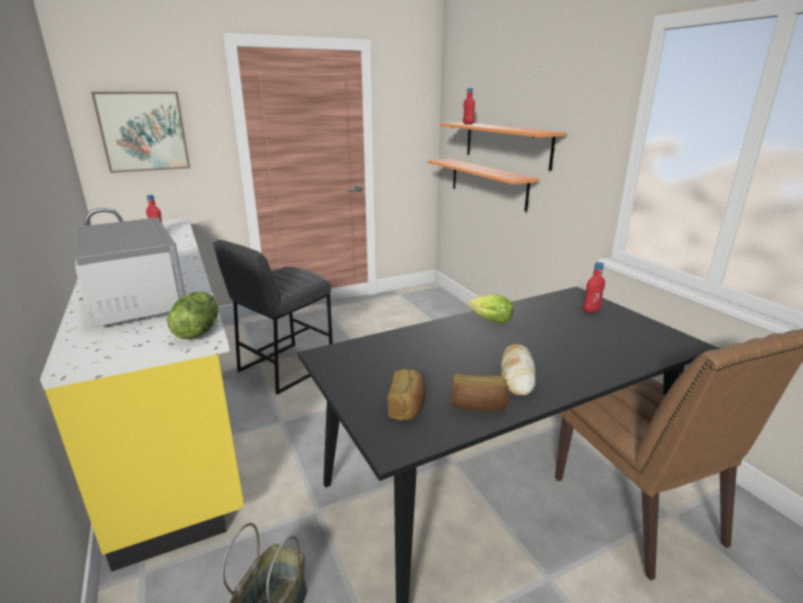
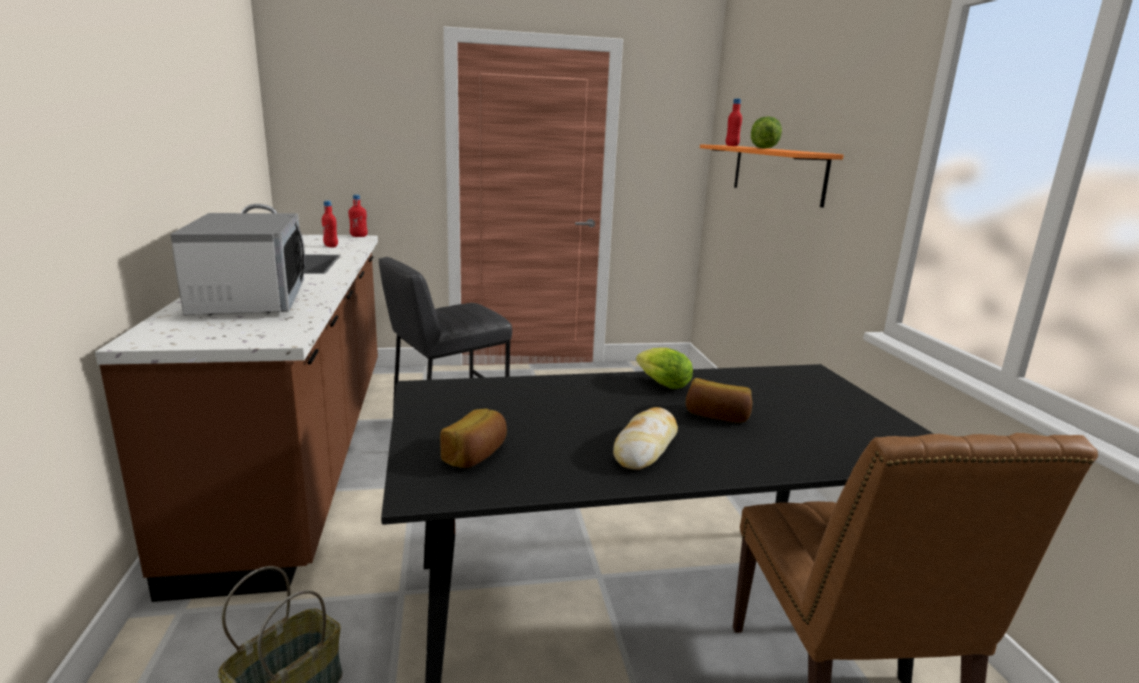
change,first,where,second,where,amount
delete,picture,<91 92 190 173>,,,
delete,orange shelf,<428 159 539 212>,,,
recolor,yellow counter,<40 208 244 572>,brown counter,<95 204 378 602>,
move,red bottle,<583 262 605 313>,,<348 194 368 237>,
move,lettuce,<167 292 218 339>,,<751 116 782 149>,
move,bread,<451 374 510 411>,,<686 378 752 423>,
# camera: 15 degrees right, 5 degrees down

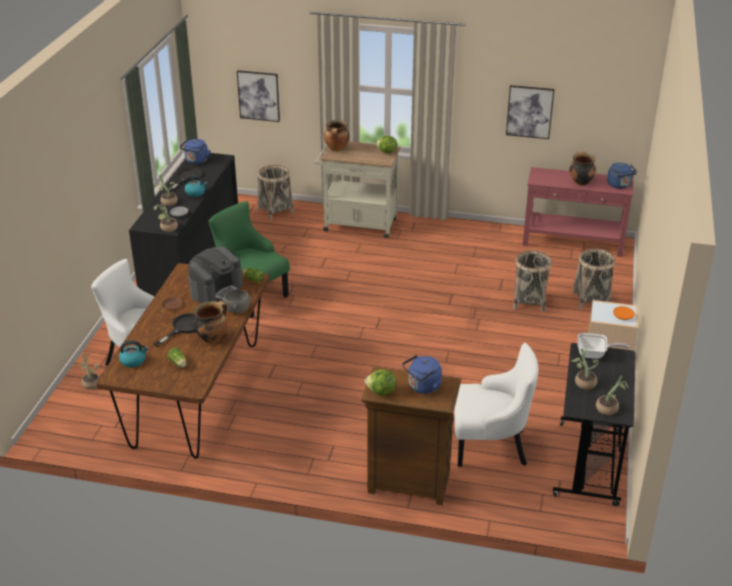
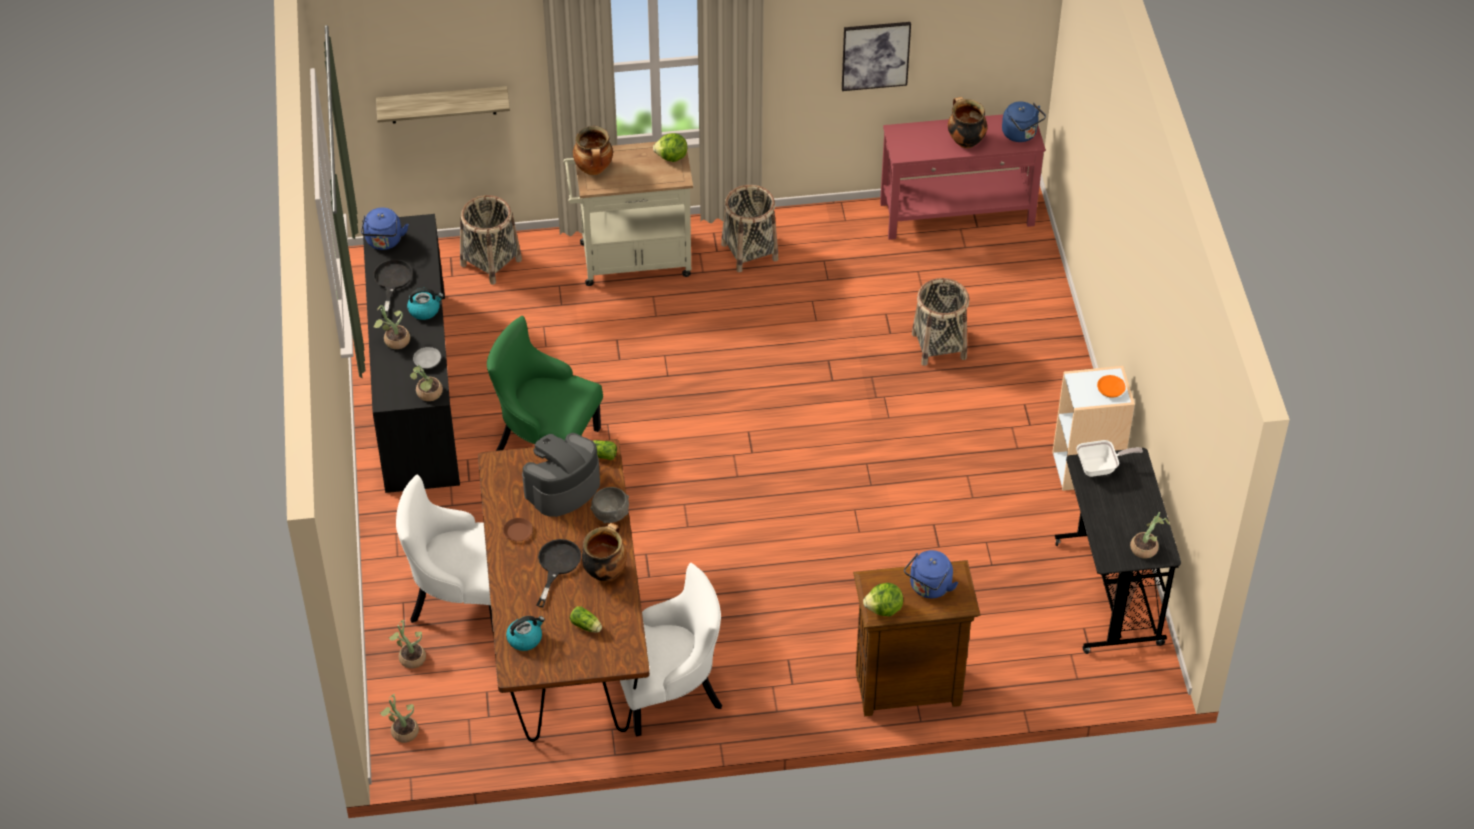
change,first,where,second,where,amount
replace,picture,<237 70 280 122>,shelf,<376 86 510 124>,
rotate,coffee machine,<188 246 243 303>,,<522 433 600 517>,150 degrees counterclockwise
move,basket,<573 248 615 309>,,<721 185 778 272>,
move,white chair,<454 343 538 467>,,<620 563 722 737>,
move,potted plant,<571 346 599 390>,,<380 694 419 743>,
# camera: 20 degrees left, 15 degrees up

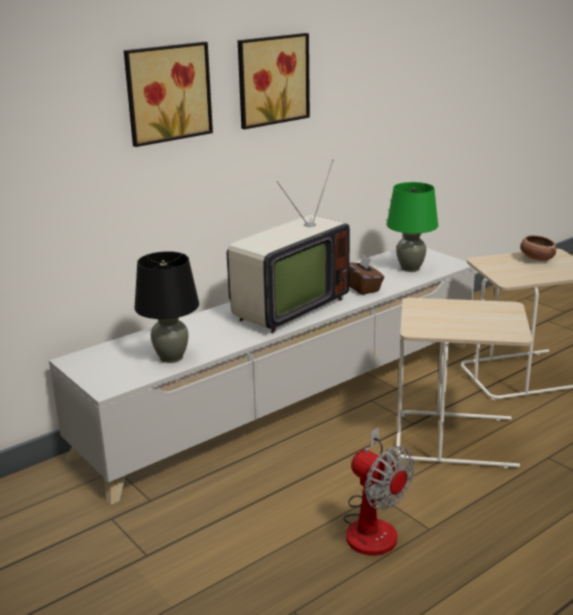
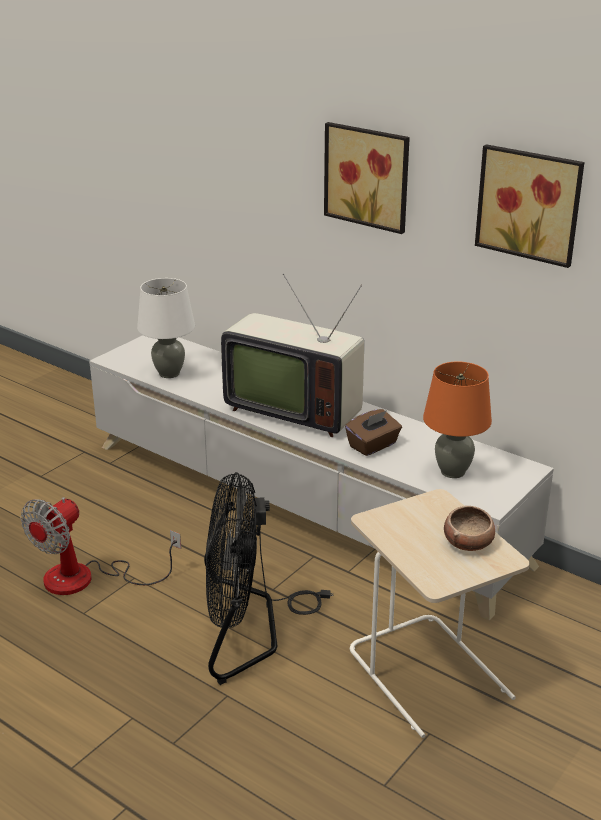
change,first,where,second,where,amount
move,picture,<124 42 213 147>,,<475 144 584 268>,
recolor,green table lamp,<387 182 438 272>,orange table lamp,<423 361 492 478>,
recolor,black table lamp,<134 251 199 363>,white table lamp,<137 278 195 378>,
replace,beige side table,<396 298 533 468>,black fan,<204 472 334 685>,
# camera: 75 degrees right, 5 degrees up

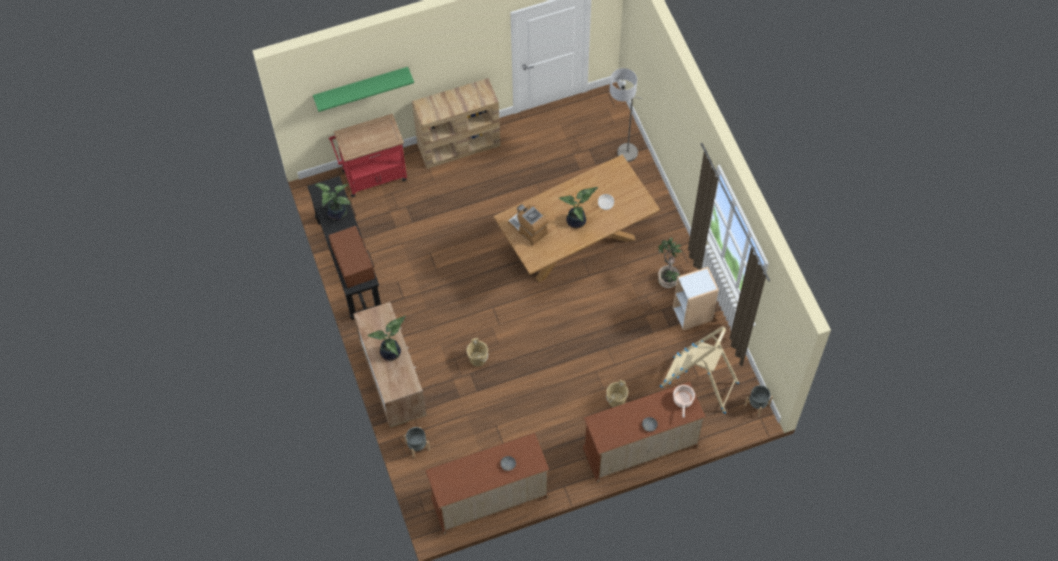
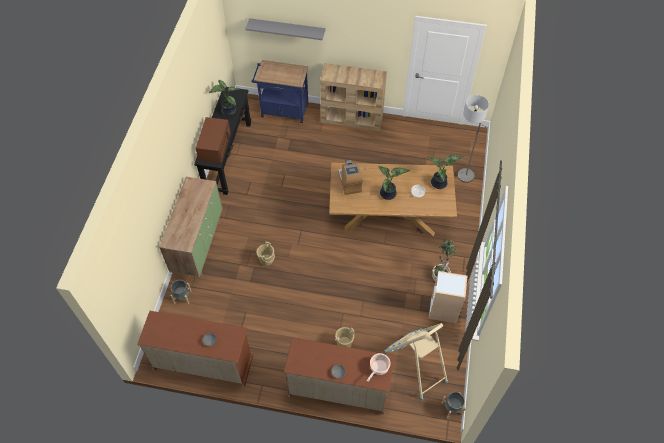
change,first,where,second,where,amount
recolor,green shelf,<313 67 414 112>,grey shelf,<245 18 325 40>,
recolor,red cart,<329 114 407 197>,blue cart,<251 60 308 123>,
move,potted plant,<368 316 406 361>,,<429 155 464 189>,
# camera: 30 degrees right, 5 degrees down

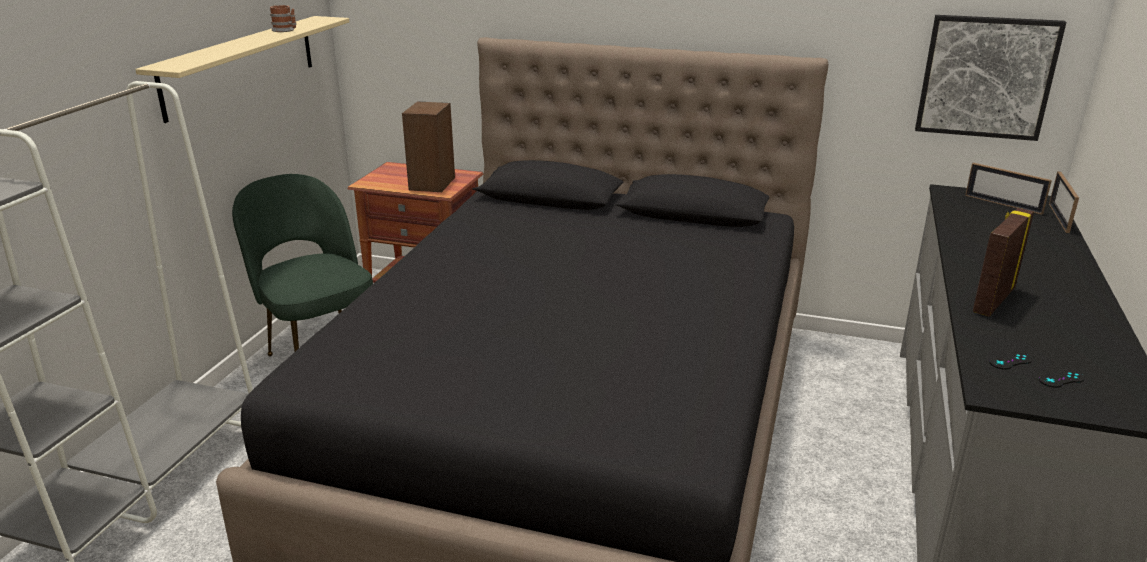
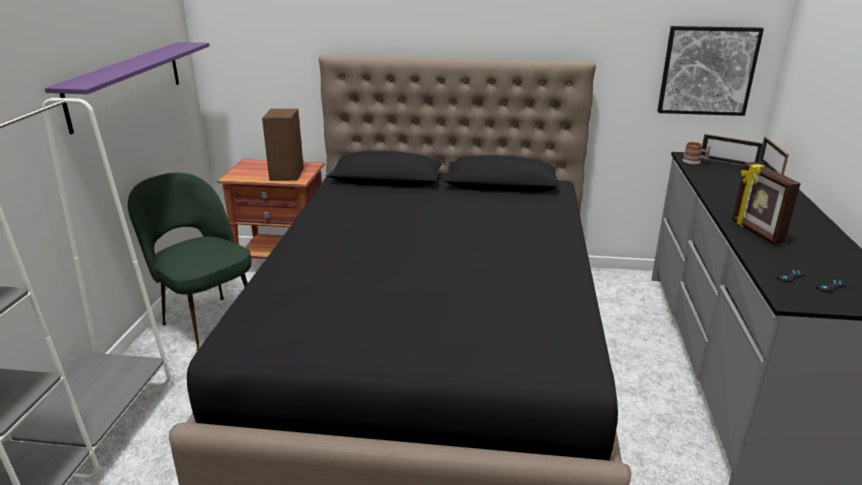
change,first,where,second,where,amount
move,mug,<270 5 297 32>,,<682 142 711 164>,
recolor,beige shelf,<135 16 350 123>,purple shelf,<45 42 209 134>,
rotate,picture frame,<973 208 1034 317>,,<732 162 801 245>,45 degrees counterclockwise
# camera: 10 degrees left, 0 degrees up

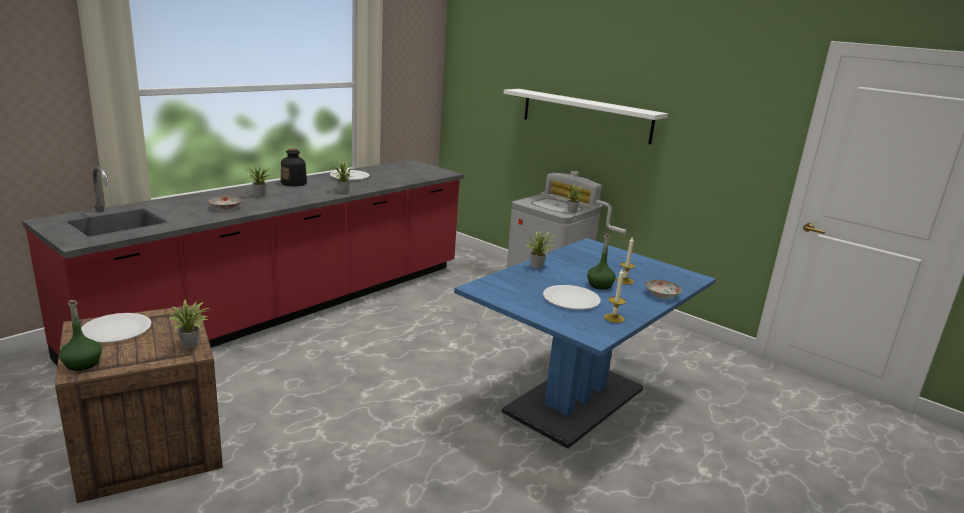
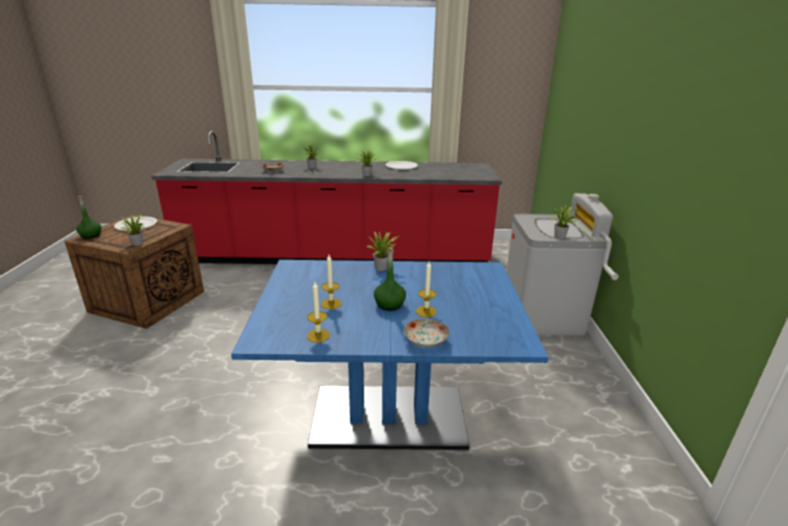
change,first,where,second,where,amount
delete,white shelf,<504 89 668 144>,,,
delete,bottle,<281 148 307 186>,,,
replace,white plate,<543 285 600 310>,candle,<321 255 342 309>,
# camera: 50 degrees right, 5 degrees up

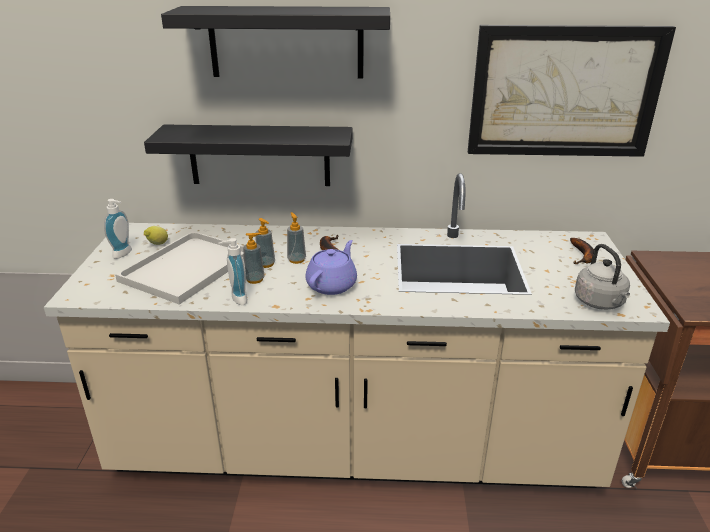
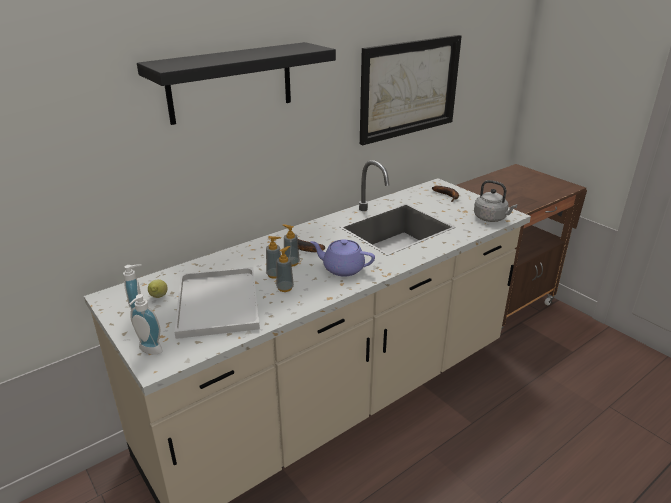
change,first,where,second,where,amount
delete,black shelf,<144 125 353 186>,,,
move,soap dispenser,<219 238 247 305>,,<129 294 163 354>,
rotate,purple teapot,<306 240 357 295>,,<310 239 375 277>,60 degrees counterclockwise
# camera: 40 degrees left, 0 degrees up

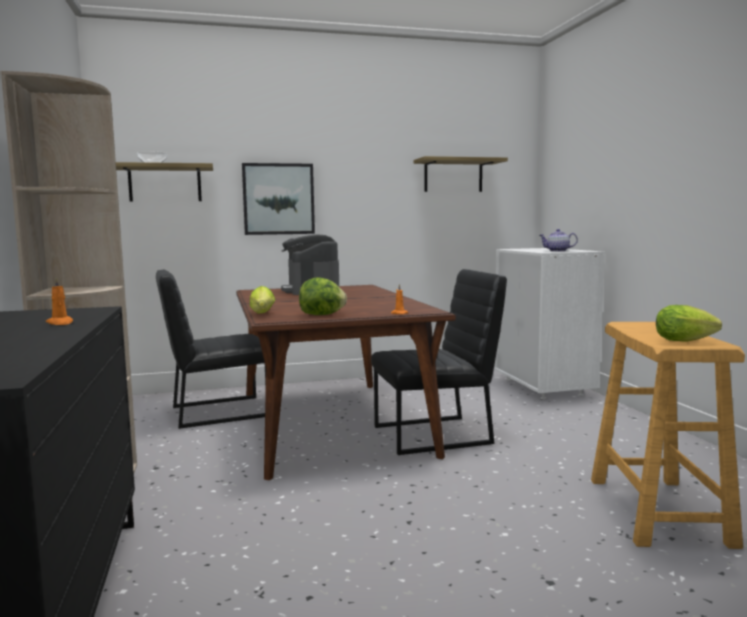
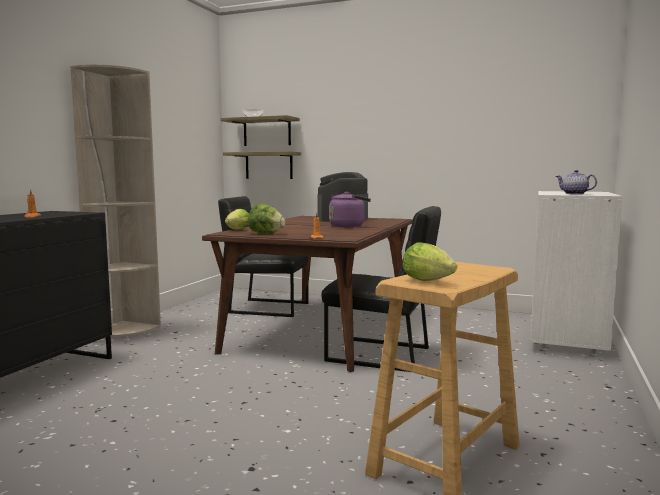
change,first,where,second,where,amount
move,shelf,<413 156 508 192>,,<223 151 301 179>,
delete,picture,<242 163 315 235>,,,
insert,,,purple kettle,<329 192 371 227>,
# camera: 35 degrees right, 0 degrees up

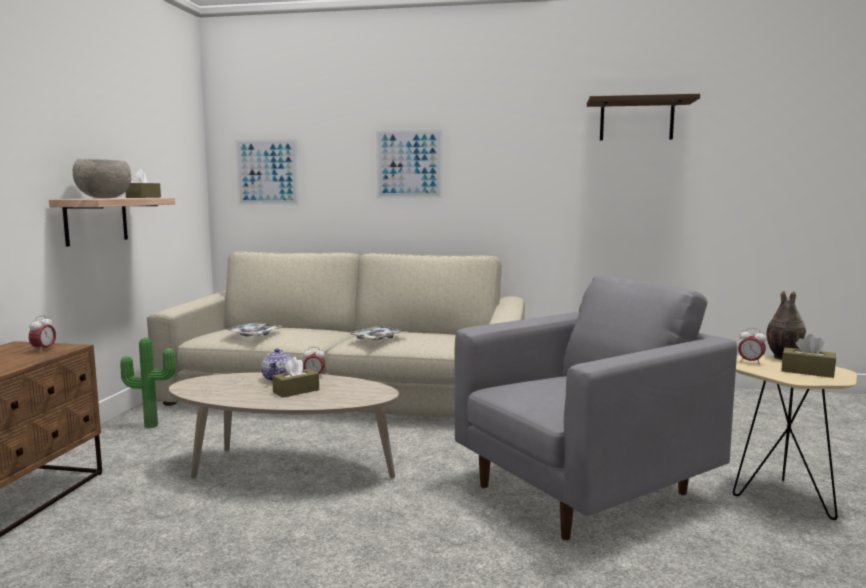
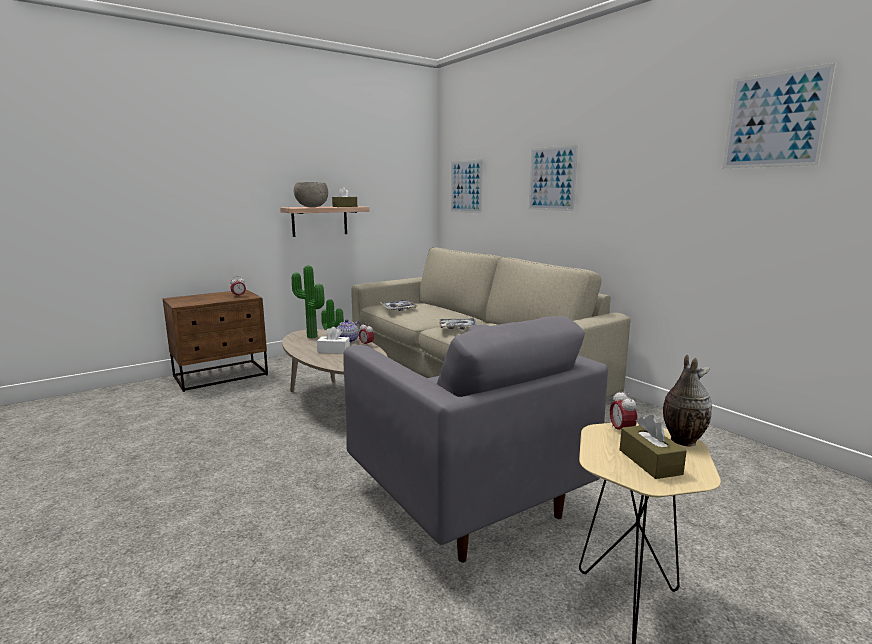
change,first,where,second,where,amount
replace,shelf,<587 94 700 140>,picture,<723 63 836 168>,
rotate,grey armchair,<455 276 737 540>,,<343 316 608 563>,45 degrees clockwise
recolor,brown tissue box,<272 357 319 398>,white tissue box,<317 327 350 354>,
insert,,,potted plant,<292 265 325 338>,
# camera: 45 degrees right, 5 degrees up

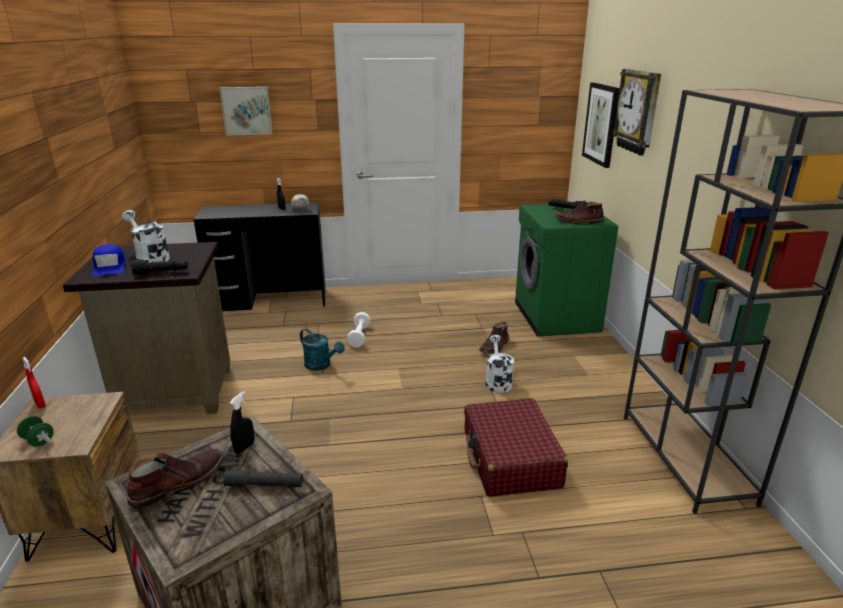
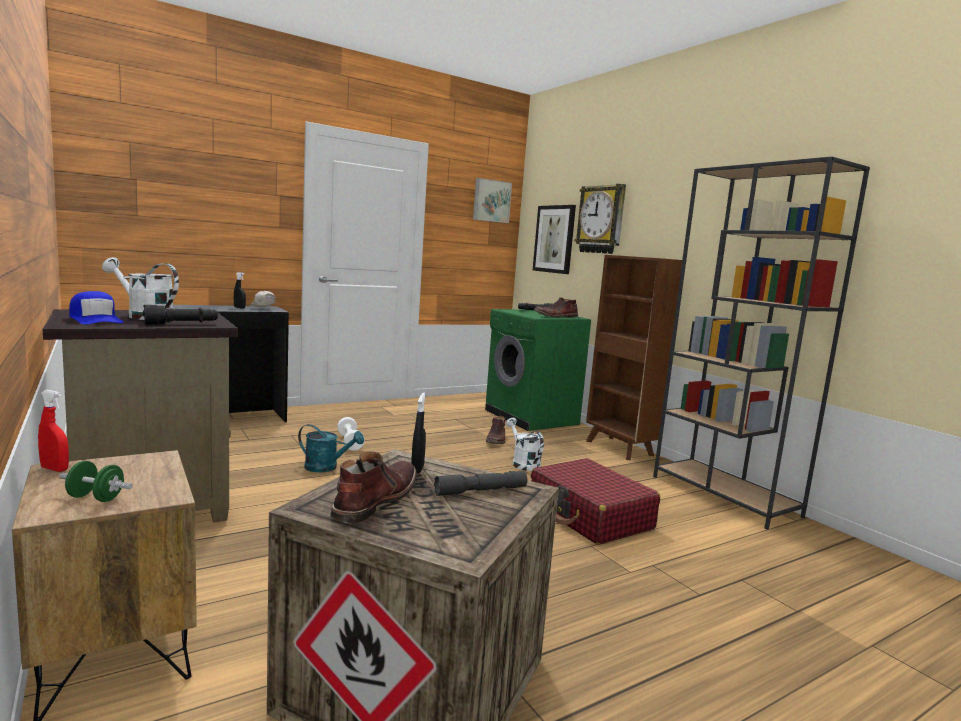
change,first,where,second,where,amount
move,picture,<220 87 273 136>,,<473 178 512 223>,
insert,,,brown bookcase,<586 255 682 460>,
# camera: 25 degrees left, 15 degrees down

